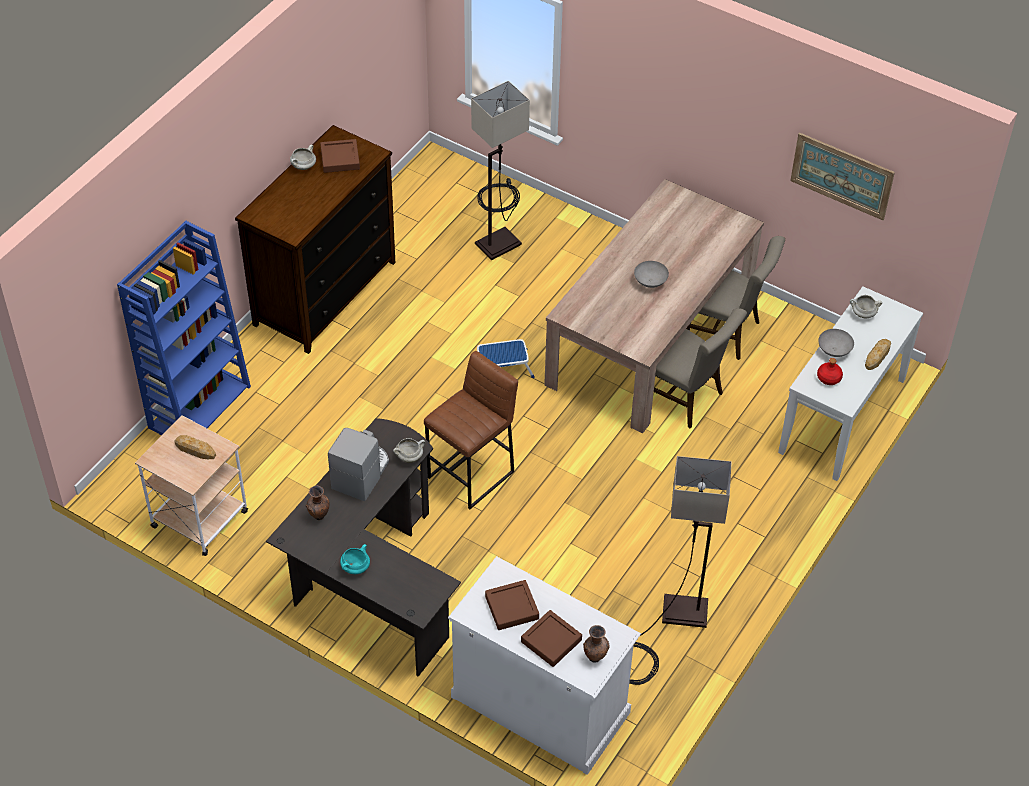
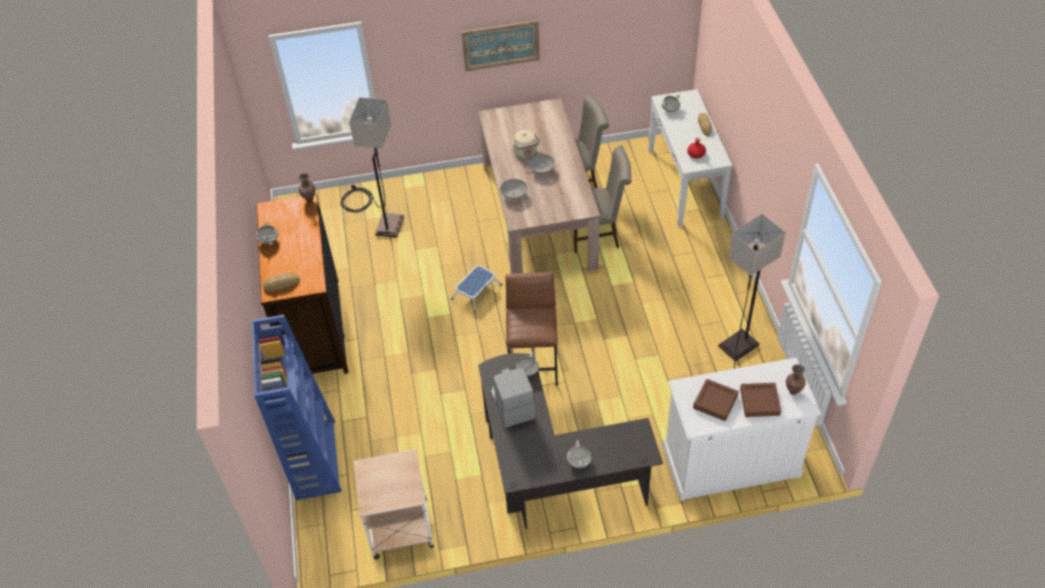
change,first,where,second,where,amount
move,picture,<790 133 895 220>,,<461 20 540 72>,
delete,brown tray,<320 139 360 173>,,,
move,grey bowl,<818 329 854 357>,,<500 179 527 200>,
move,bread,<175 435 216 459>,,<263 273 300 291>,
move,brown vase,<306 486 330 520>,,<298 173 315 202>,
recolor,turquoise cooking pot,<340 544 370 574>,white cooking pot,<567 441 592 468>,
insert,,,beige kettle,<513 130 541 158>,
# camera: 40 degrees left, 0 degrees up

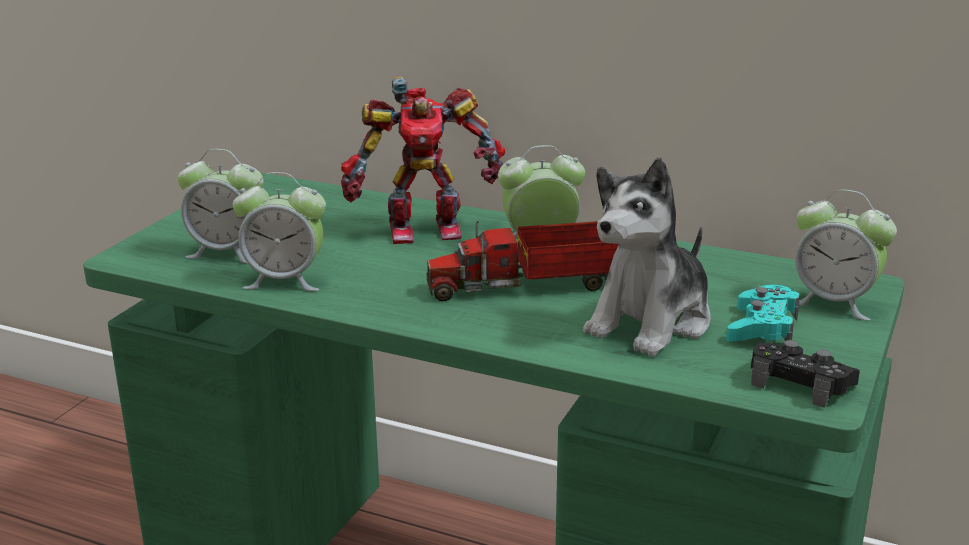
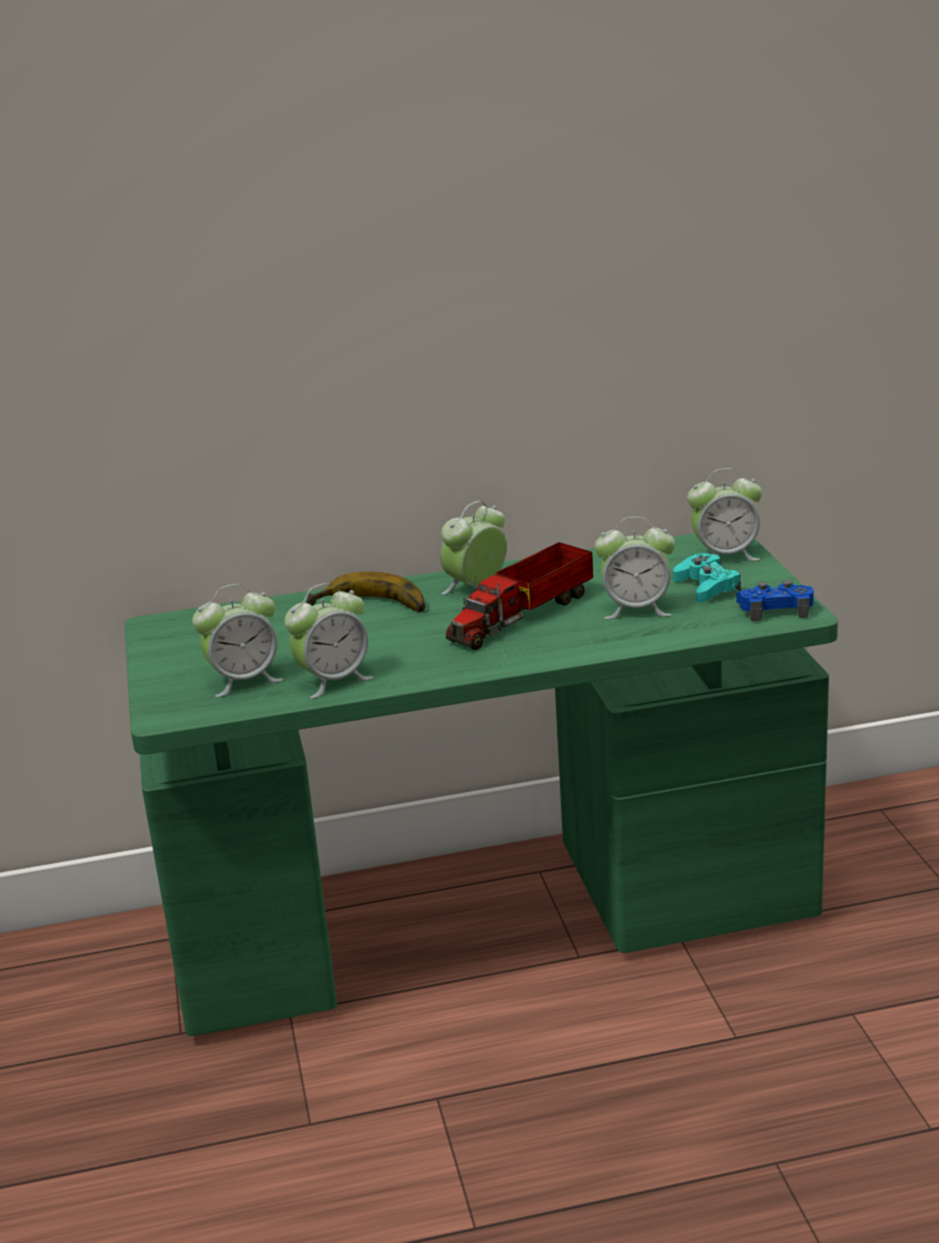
change,first,where,second,where,amount
replace,toy robot,<341 76 505 244>,banana,<306 572 425 612>,
replace,plush toy,<583 157 711 356>,alarm clock,<595 517 675 619>,
recolor,black game controller,<751 340 860 408>,blue game controller,<736 580 814 621>,
# camera: 35 degrees left, 0 degrees up

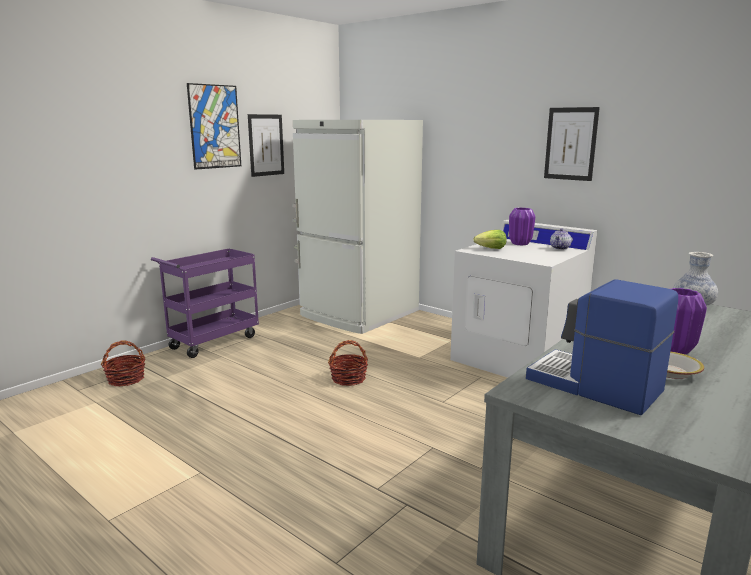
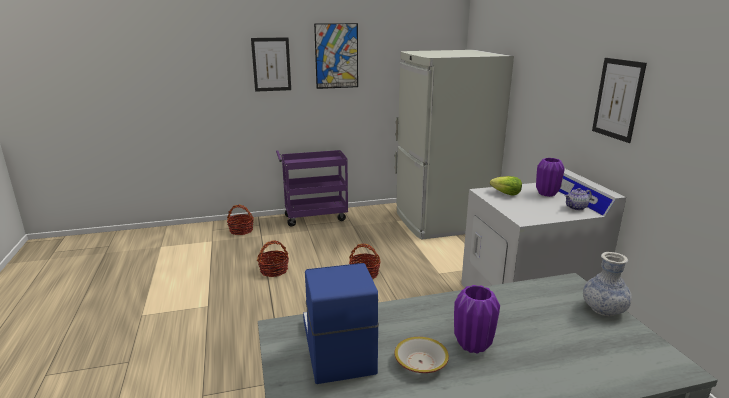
change,first,where,second,where,amount
move,picture,<248 114 284 177>,,<251 37 291 92>,
insert,,,basket,<257 240 289 277>,
# camera: 35 degrees right, 5 degrees up

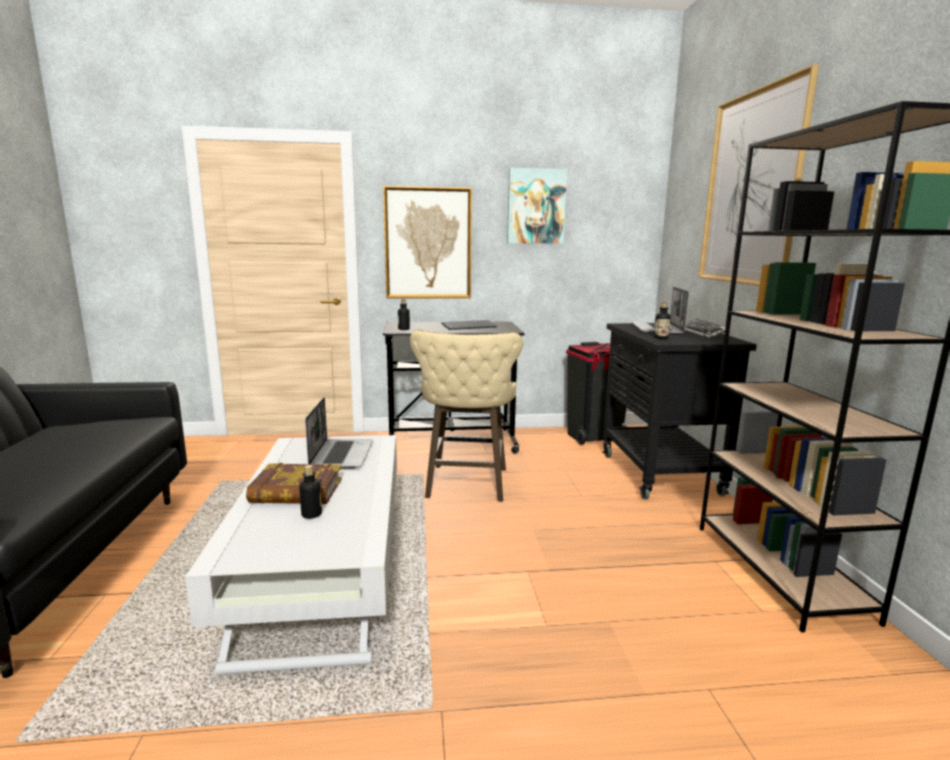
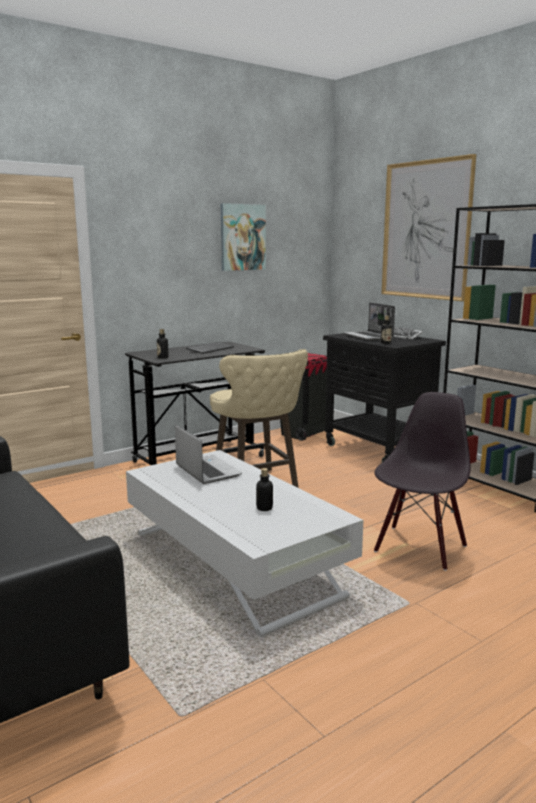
change,first,where,second,where,amount
delete,picture,<383 186 472 298>,,,
delete,book,<246 463 342 504>,,,
insert,,,black chair,<374 392 471 571>,
# camera: 30 degrees left, 0 degrees up

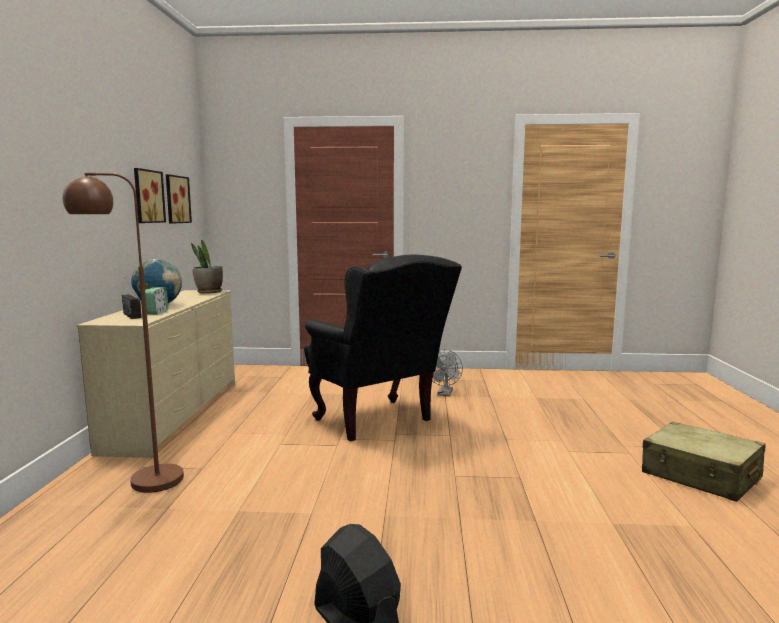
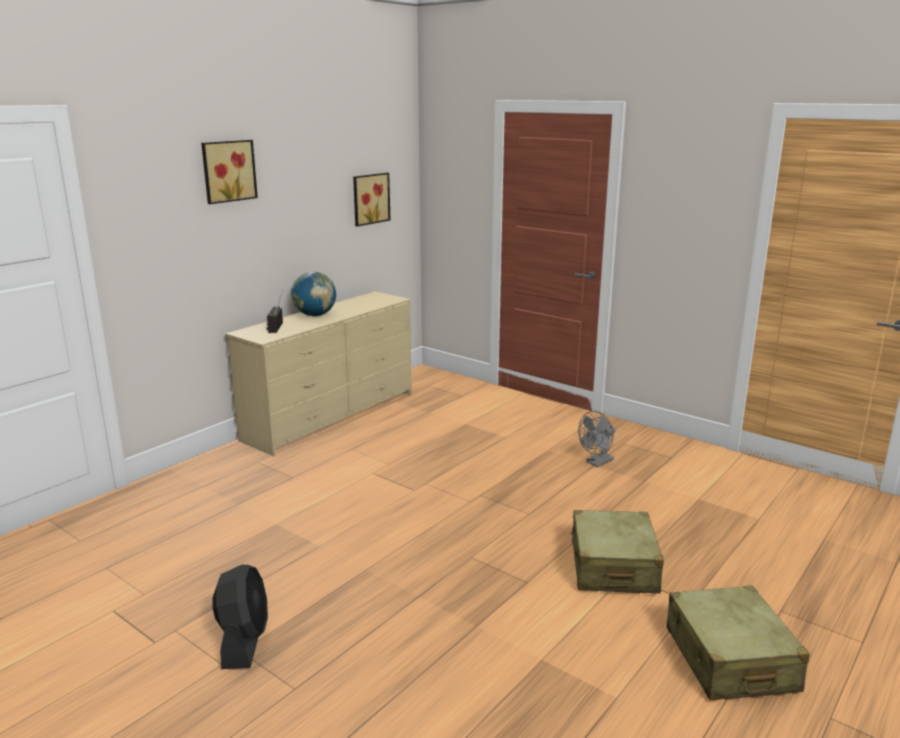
change,first,where,second,where,amount
move,picture,<134 168 166 223>,,<201 140 258 204>,
delete,brown floor lamp,<62 172 184 493>,,,
delete,potted plant,<191 240 223 294>,,,
delete,black armchair,<304 254 462 441>,,,
delete,alarm clock,<145 287 169 315>,,,
insert,,,beige suitcase,<570 510 664 594>,
# camera: 35 degrees right, 10 degrees up

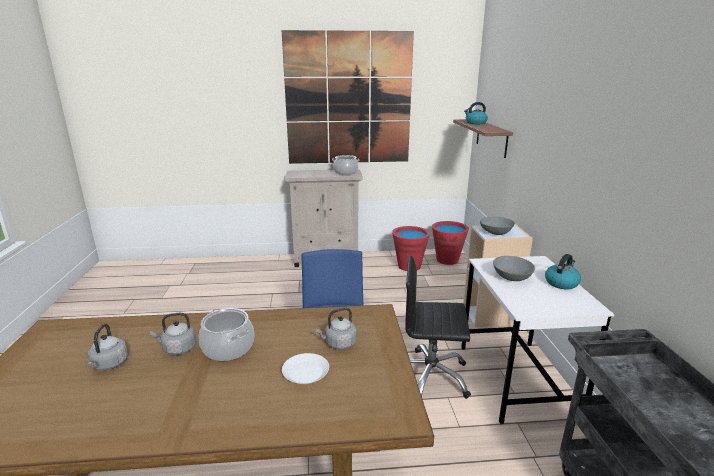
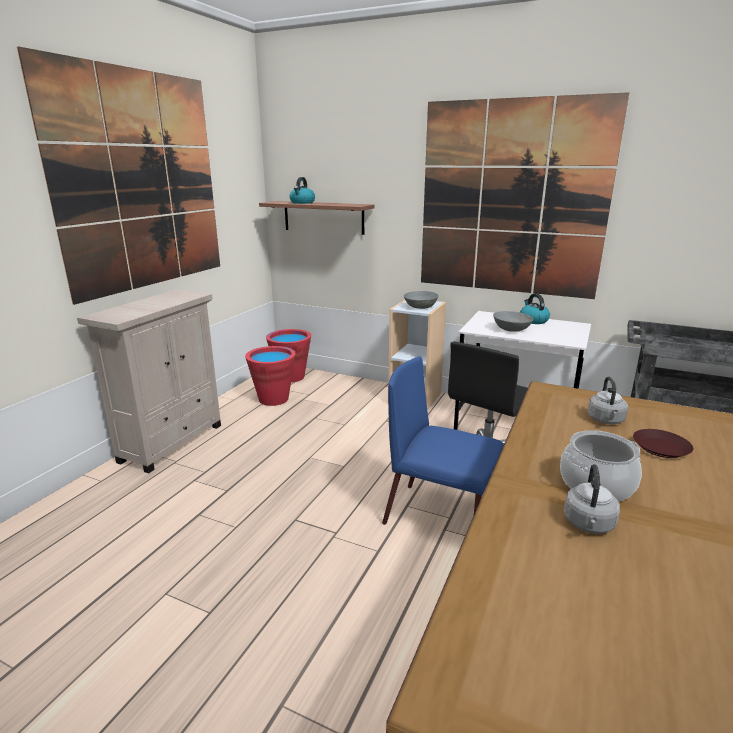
change,first,where,second,where,amount
delete,cooking pot,<332 155 360 175>,,,
delete,grey kettle,<87 324 128 370>,,,
recolor,white plate,<282 353 329 384>,brown plate,<633 429 693 458>,
insert,,,picture,<421 92 629 299>,
# camera: 60 degrees left, 0 degrees up

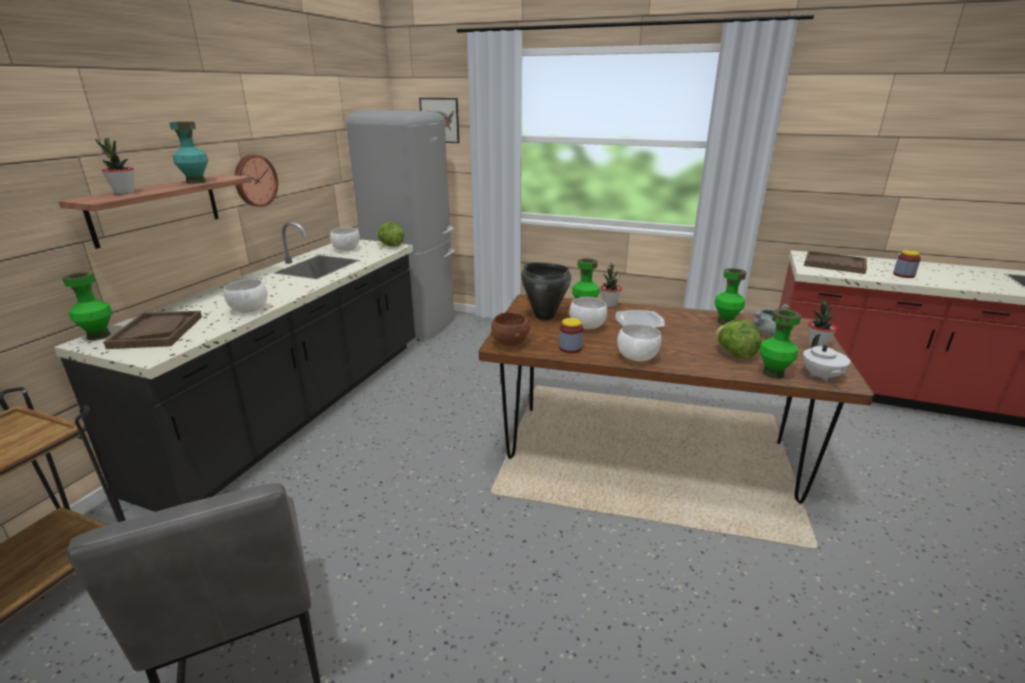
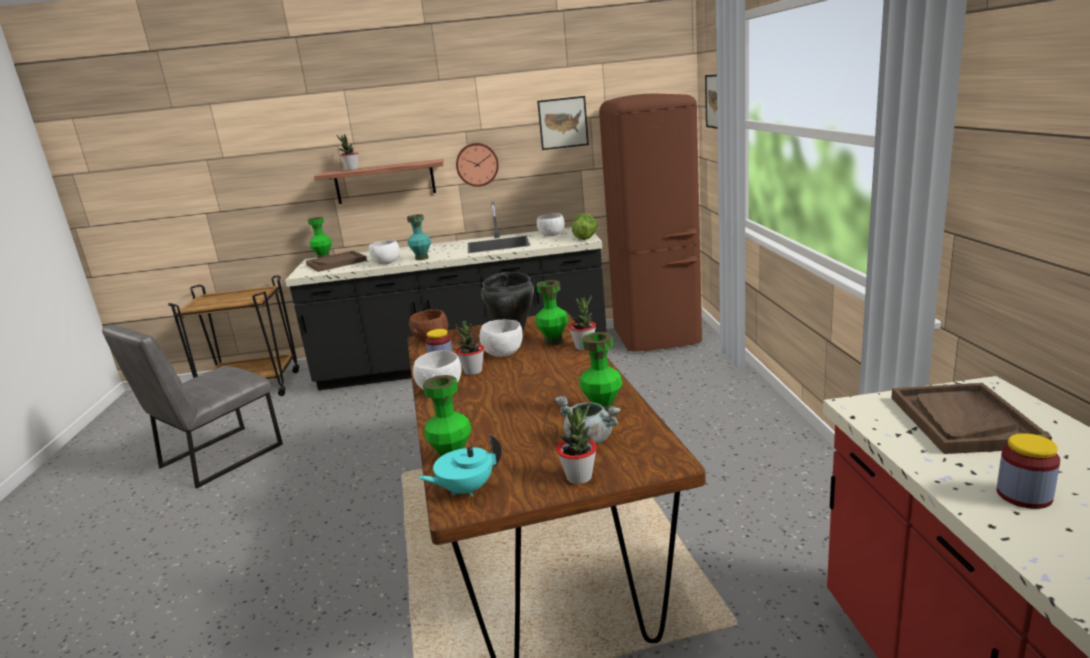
change,first,where,second,where,amount
recolor,grey fridge,<346 110 456 341>,brown fridge,<599 94 702 352>,
move,turquoise vase,<169 121 208 184>,,<407 214 431 260>,
delete,plate,<616 310 665 328>,,,
delete,lettuce,<715 320 762 359>,,,
recolor,white teapot,<803 334 851 382>,turquoise teapot,<418 435 501 496>,
insert,,,picture,<537 96 589 150>,
insert,,,potted plant,<455 321 484 375>,
# camera: 65 degrees right, 5 degrees down

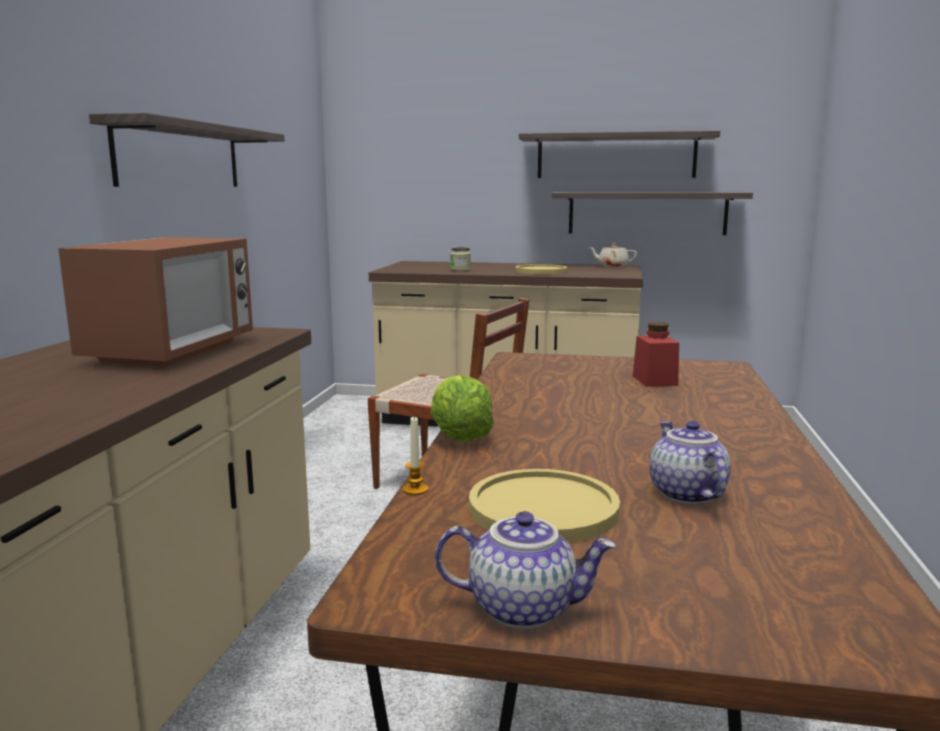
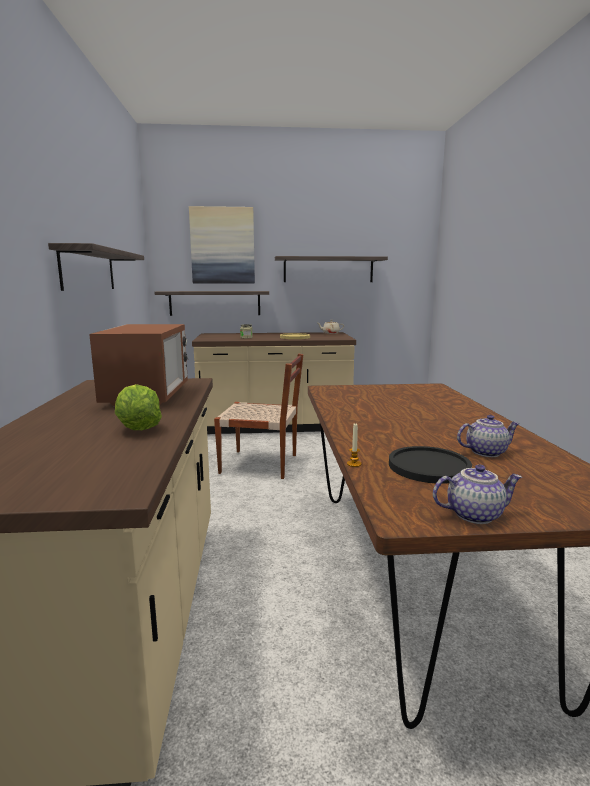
change,first,where,second,where,amount
move,shelf,<552 192 753 235>,,<154 291 269 316>,
delete,red jar,<633 322 679 387>,,,
move,lettuce,<431 375 494 441>,,<115 384 162 430>,
rotate,teapot,<650 421 731 504>,,<457 415 519 457>,105 degrees clockwise
recolor,yellow plate,<469 469 620 543>,black plate,<389 446 472 484>,
insert,,,picture,<189 206 255 284>,
# camera: 15 degrees left, 0 degrees up

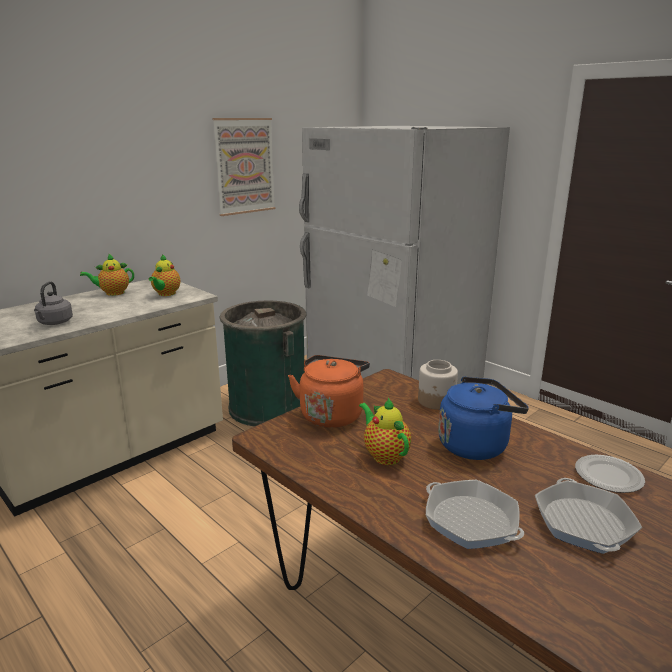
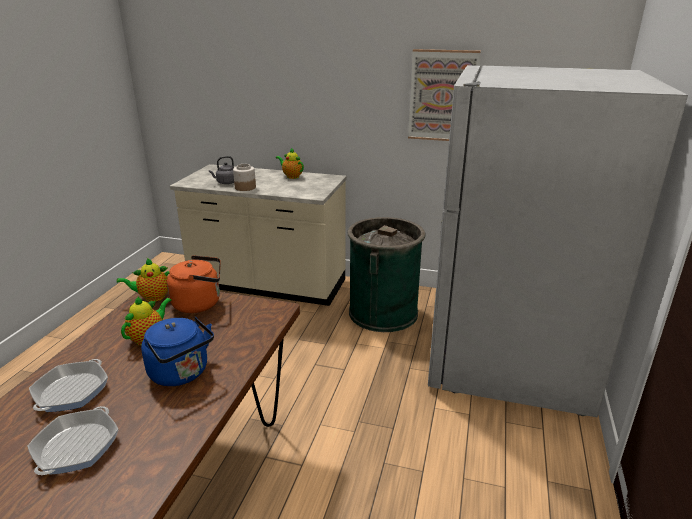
change,first,where,second,where,amount
move,teapot,<149 254 180 296>,,<117 258 170 301>,
move,jar,<418 360 458 410>,,<233 164 256 191>,
delete,plate,<575 455 645 493>,,,
rotate,frying pan,<535 478 642 554>,,<27 406 119 475>,135 degrees clockwise
# camera: 60 degrees right, 5 degrees up

